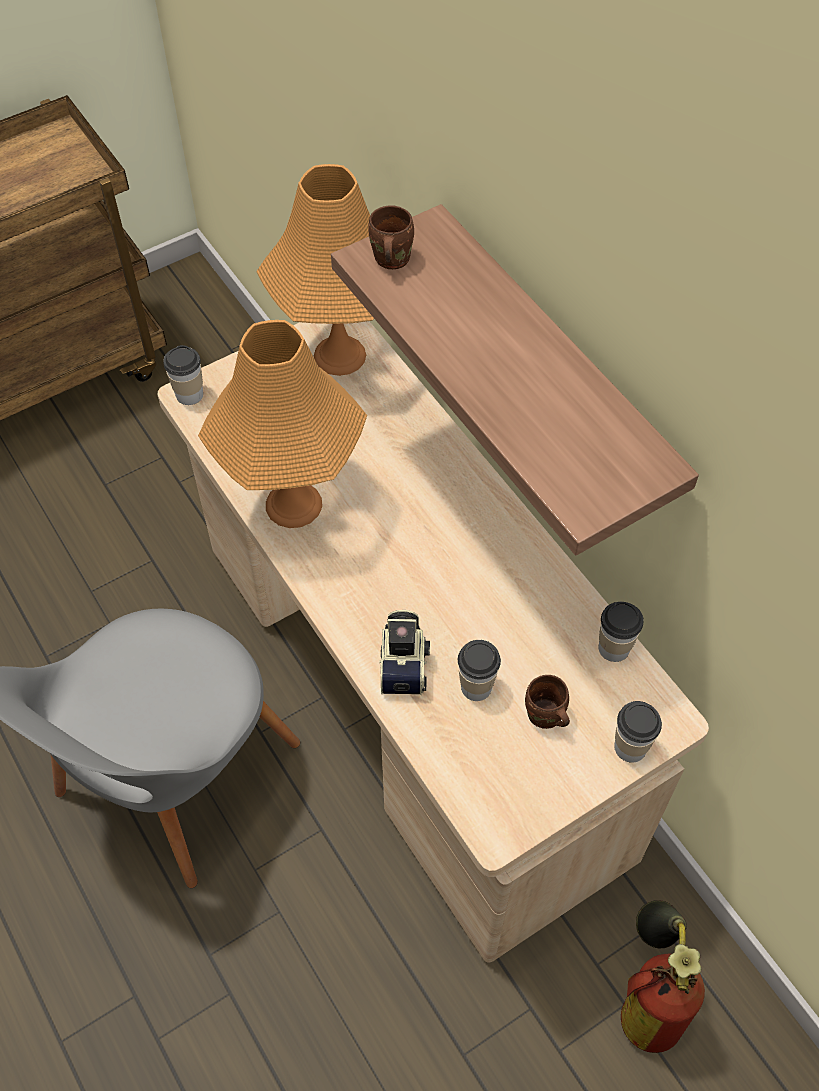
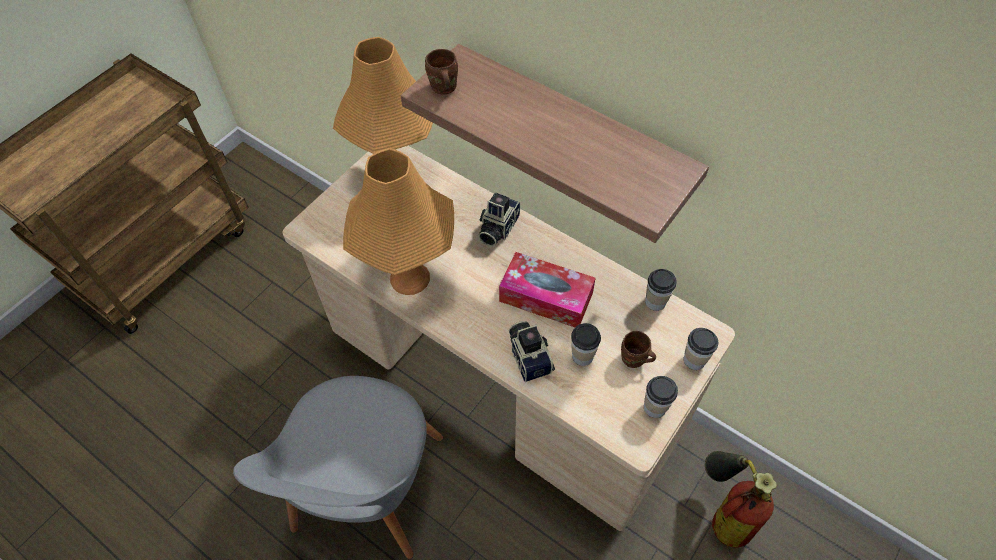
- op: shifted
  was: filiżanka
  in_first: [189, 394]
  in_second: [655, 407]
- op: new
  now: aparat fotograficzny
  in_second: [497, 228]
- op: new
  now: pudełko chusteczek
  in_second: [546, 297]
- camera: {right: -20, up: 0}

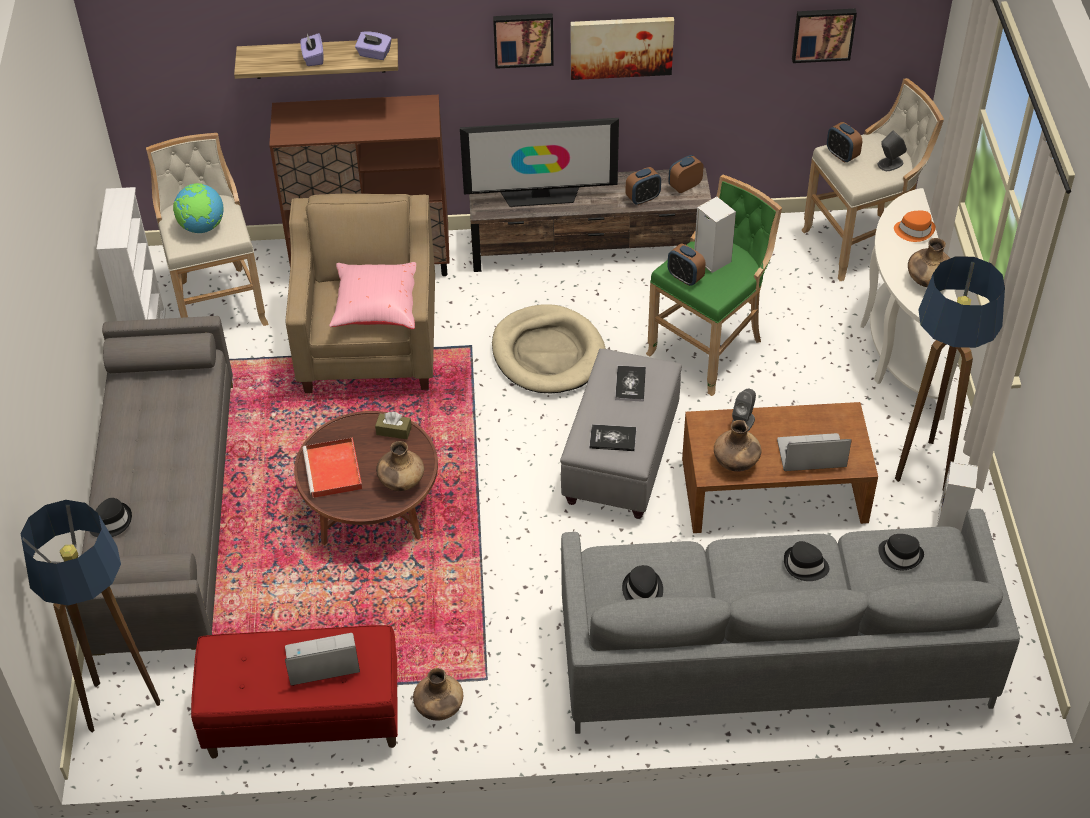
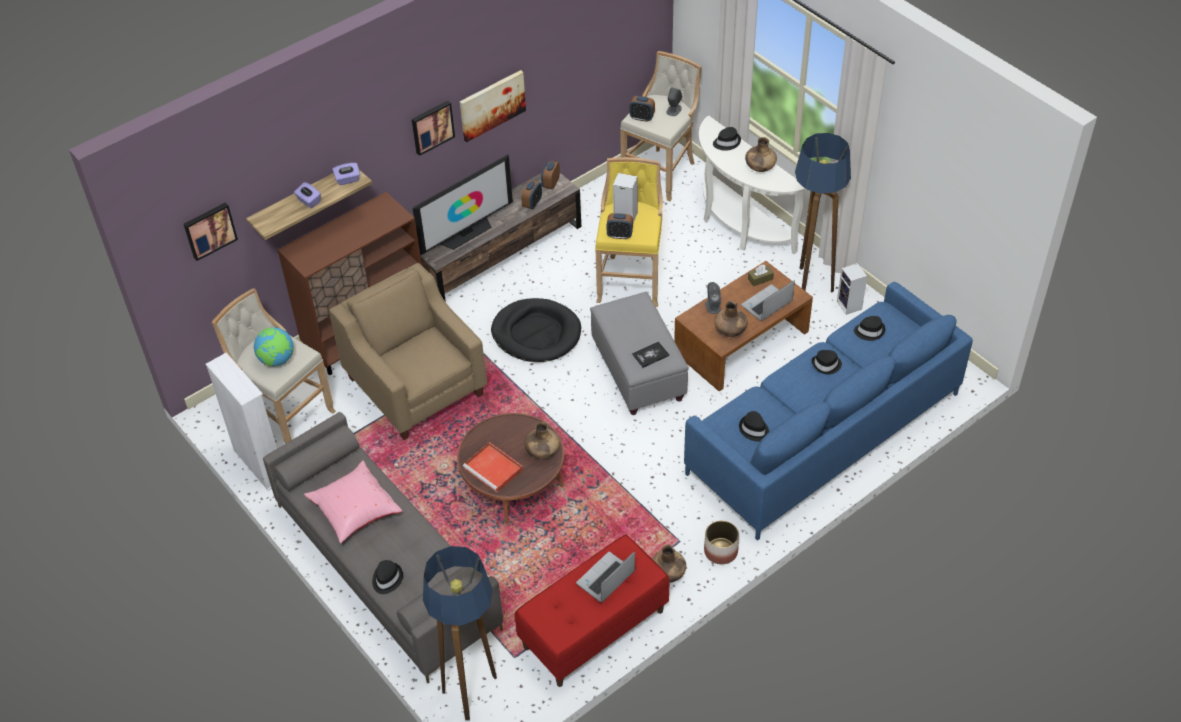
- op: shifted
  was: obraz
  in_first: [823, 33]
  in_second: [209, 230]
- op: repainted
  was: stołek/zielony
  now: stołek/żółty
  in_first: [710, 348]
  in_second: [630, 279]
- op: repainted
  was: kapelusz/pomarańczowy
  now: kapelusz/czarny
  in_first: [914, 230]
  in_second: [726, 142]
- op: shifted
  was: poduszka/różowy
  in_first: [376, 307]
  in_second: [354, 511]
- op: repainted
  was: legowisko/beżowy
  now: legowisko/czarny
  in_first: [548, 353]
  in_second: [536, 333]
- op: gone
  was: książka
  in_first: [630, 384]
- op: shifted
  was: pudełko chusteczek/brązowy
  in_first: [394, 431]
  in_second: [760, 279]
- op: repainted
  was: kanapa/szary
  now: kanapa/niebieski
  in_first: [773, 655]
  in_second: [823, 433]
- op: new
  now: donica
  in_second: [720, 551]
- camera: {right: -35, up: 0}

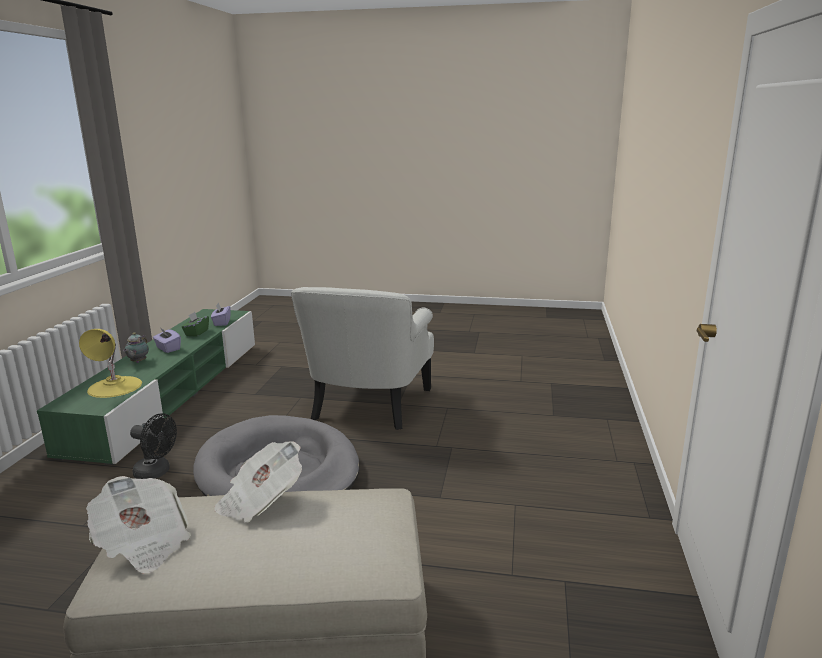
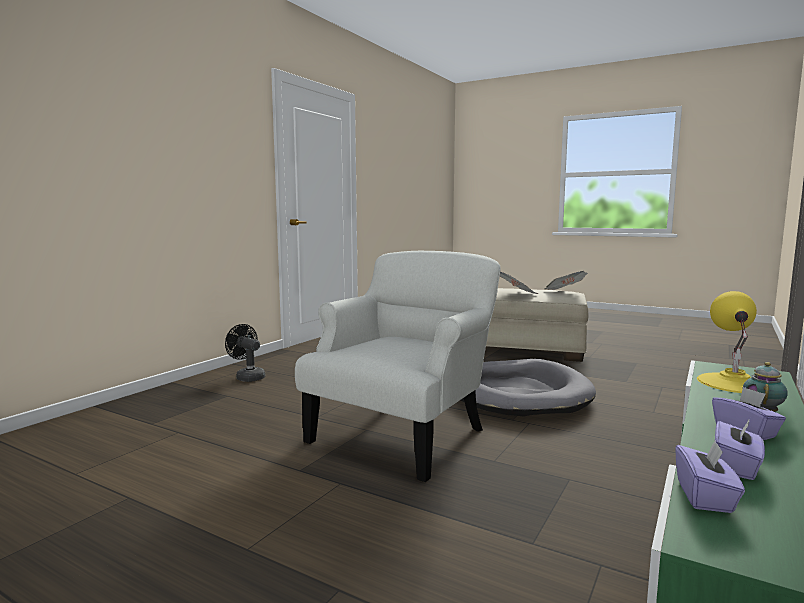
- op: repainted
  was: pudełko chusteczek/zielony
  now: pudełko chusteczek/fioletowy
  in_first: [196, 333]
  in_second: [736, 467]
- op: shifted
  was: wentylator/czarny
  in_first: [157, 472]
  in_second: [247, 377]
- camera: {right: -160, up: -10}

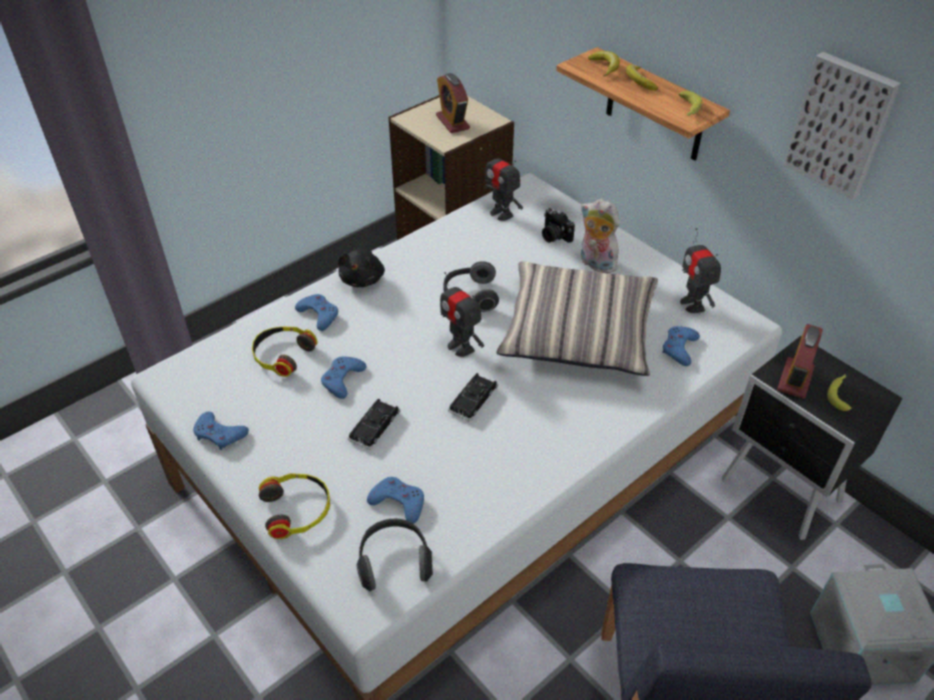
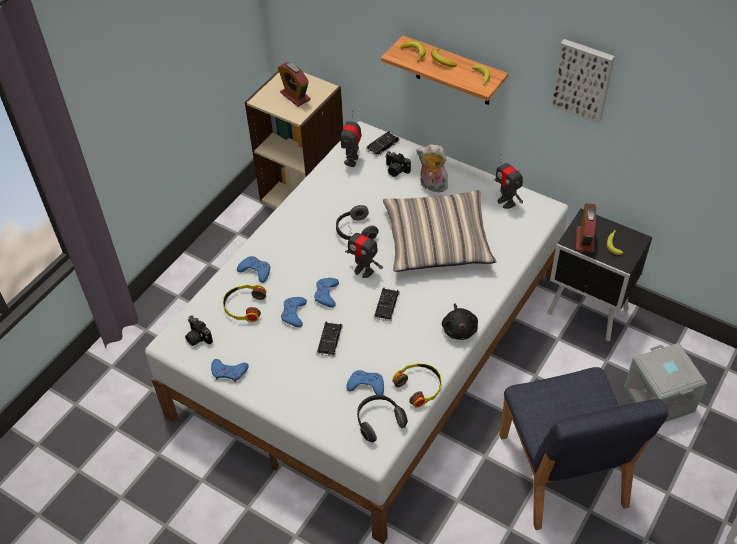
- op: rotated
  was: robot zabawkowy
  in_first: [501, 213]
  in_second: [352, 160]
  clockwise: 75
- op: shifted
  was: pluszak/czarny
  in_first: [363, 279]
  in_second: [459, 329]
- op: shifted
  was: pad do gier/niebieski
  in_first: [679, 348]
  in_second: [326, 294]
- op: shifted
  was: słuchawki
  in_first: [297, 509]
  in_second: [419, 386]
- op: new
  now: samochodzik/czarny
  in_second: [383, 146]
- op: new
  now: aparat fotograficzny
  in_second: [197, 338]
- camera: {right: -15, up: 5}

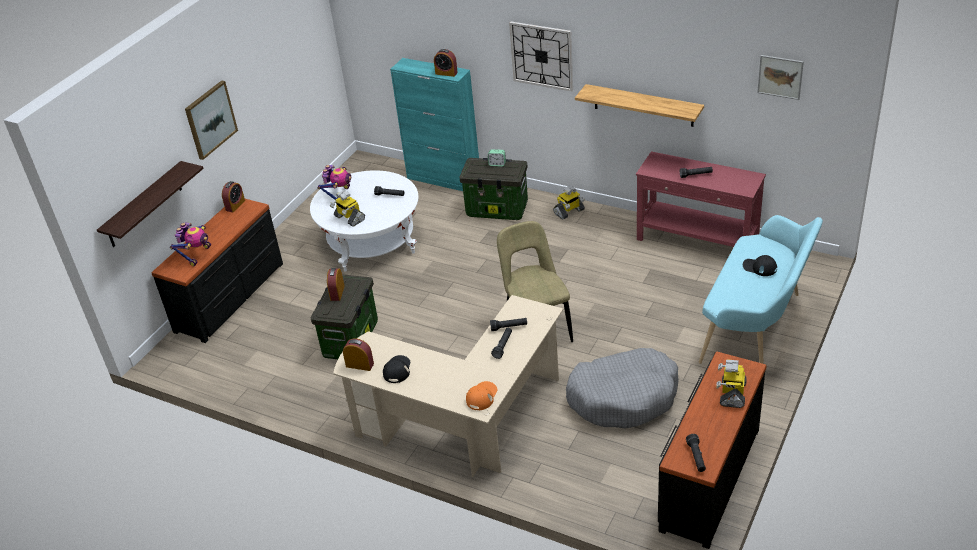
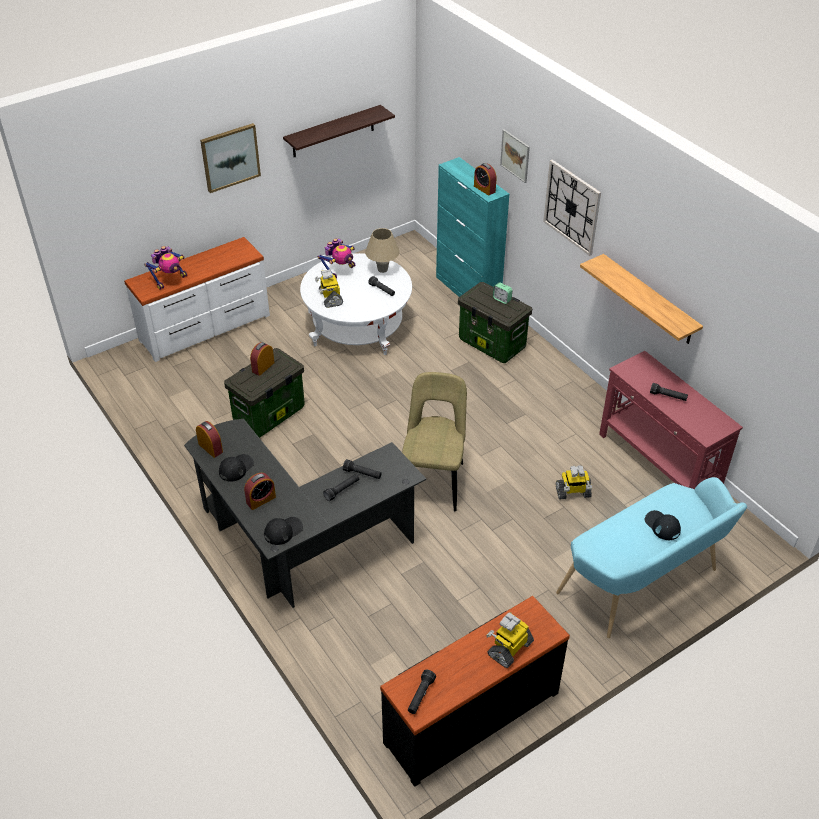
- op: shifted
  was: obraz
  in_first: [780, 77]
  in_second: [515, 155]
- op: shifted
  was: półka
  in_first: [144, 205]
  in_second: [333, 131]
- op: shifted
  was: budzik
  in_first: [235, 205]
  in_second: [261, 500]
- op: shifted
  was: robot zabawkowy
  in_first: [569, 212]
  in_second: [572, 492]
- op: repainted
  was: komoda/czarny
  now: komoda/biały
  in_first: [231, 297]
  in_second: [205, 328]
- op: repainted
  was: biurko/beżowy
  now: biurko/czarny
  in_first: [463, 425]
  in_second: [297, 544]
- op: gone
  was: legowisko/szary
  in_first: [623, 397]
- op: repainted
  was: czapka z daszkiem/pomarańczowy
  now: czapka z daszkiem/czarny
  in_first: [481, 396]
  in_second: [283, 531]
- op: new
  now: lampa stołowa/beżowy
  in_second: [382, 269]
- camera: {right: 25, up: 5}

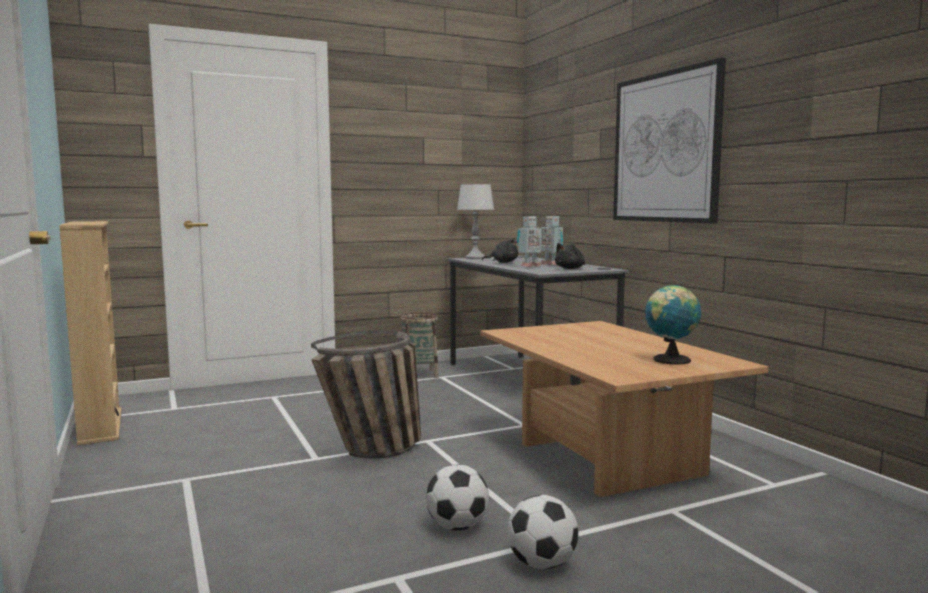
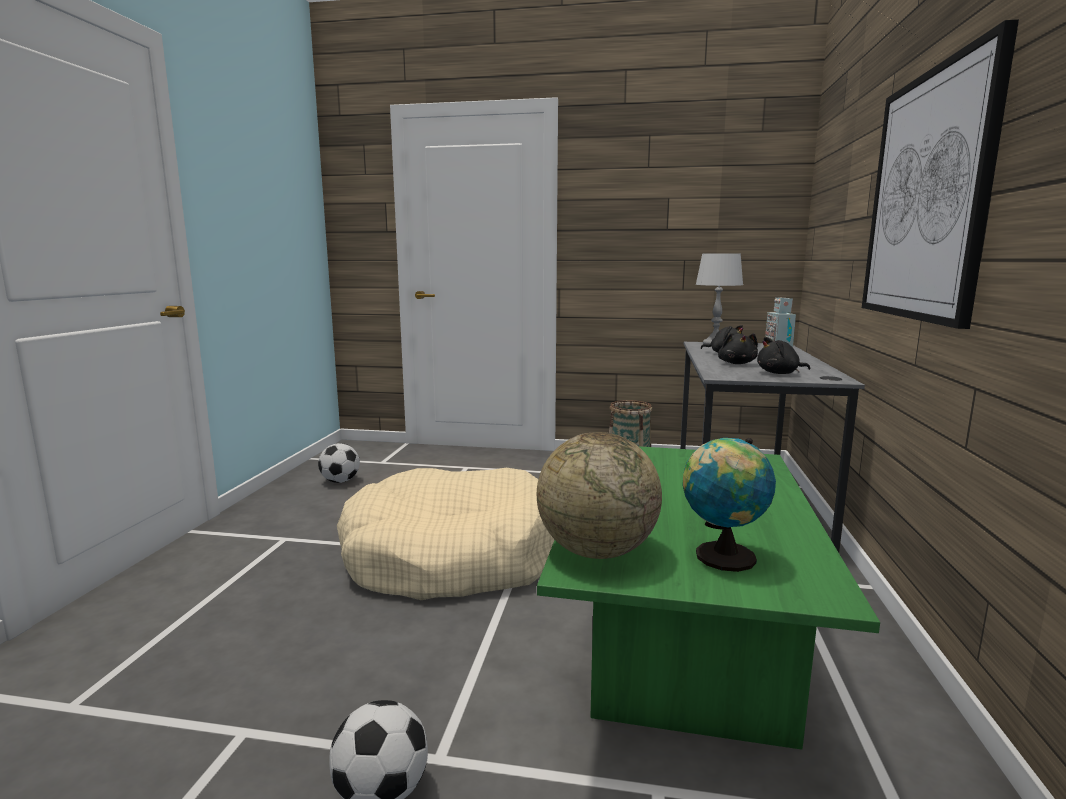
- op: swapped
  was: robot zabawkowy
  now: pluszak/czarny
  in_first: [529, 266]
  in_second: [737, 363]
- op: gone
  was: regał/beżowy
  in_first: [100, 426]
- op: repainted
  was: ława/brązowy
  now: ława/zielony
  in_first: [603, 458]
  in_second: [679, 655]
- op: swapped
  was: koszyk
  now: legowisko/beżowy
  in_first: [374, 452]
  in_second: [452, 557]
- op: shifted
  was: piłka futbolowa
  in_first: [457, 526]
  in_second: [340, 481]
- op: new
  now: globus
  in_second: [596, 551]
- camera: {right: 35, up: 5}

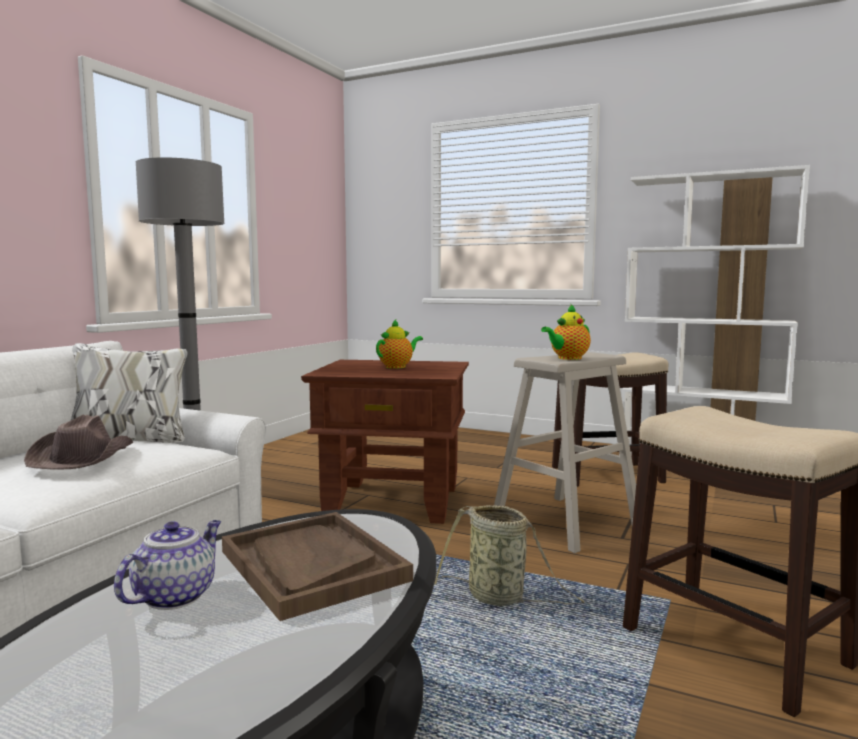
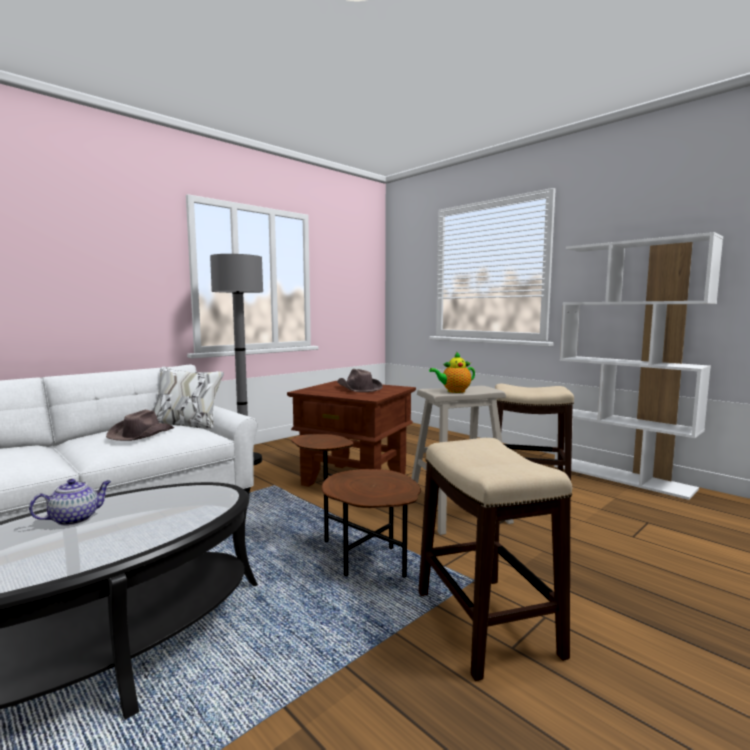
- op: swapped
  was: imbryk
  now: kapelusz/brązowy
  in_first: [397, 367]
  in_second: [358, 389]
- op: swapped
  was: koszyk
  now: stolik/brązowy
  in_first: [500, 598]
  in_second: [357, 556]
- op: gone
  was: taca/brązowy
  in_first: [312, 565]
- camera: {right: 20, up: 0}

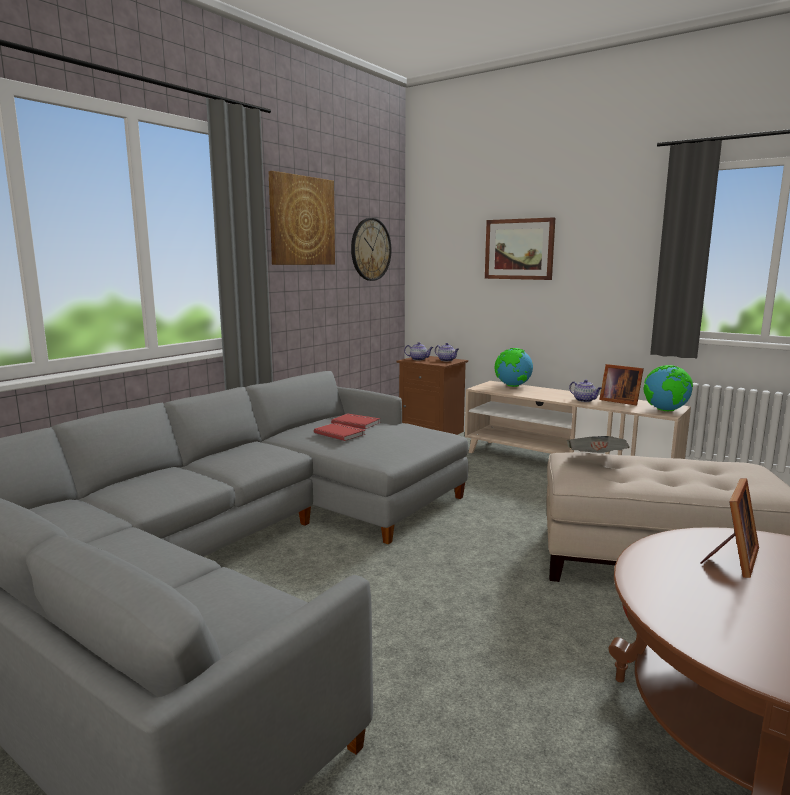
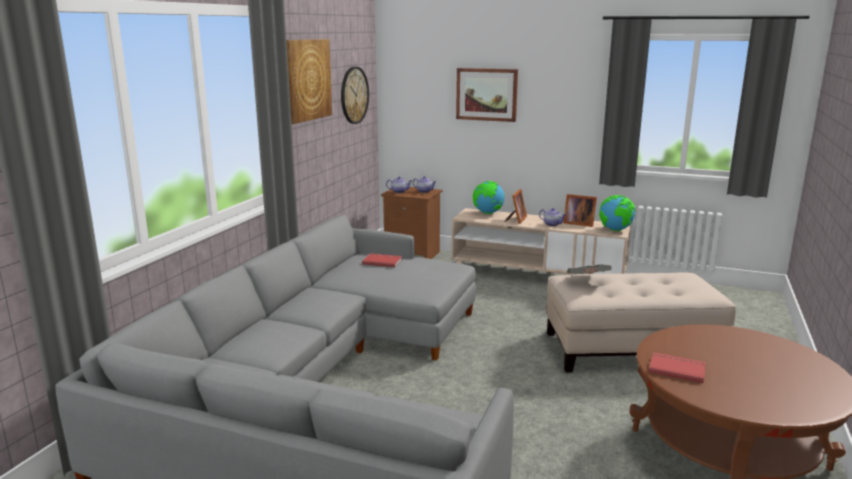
- op: shifted
  was: książka/czerwony
  in_first: [340, 433]
  in_second: [676, 369]
- op: shifted
  was: ramka na zdjęcie
  in_first: [732, 559]
  in_second: [516, 220]
- camera: {right: -15, up: 5}

